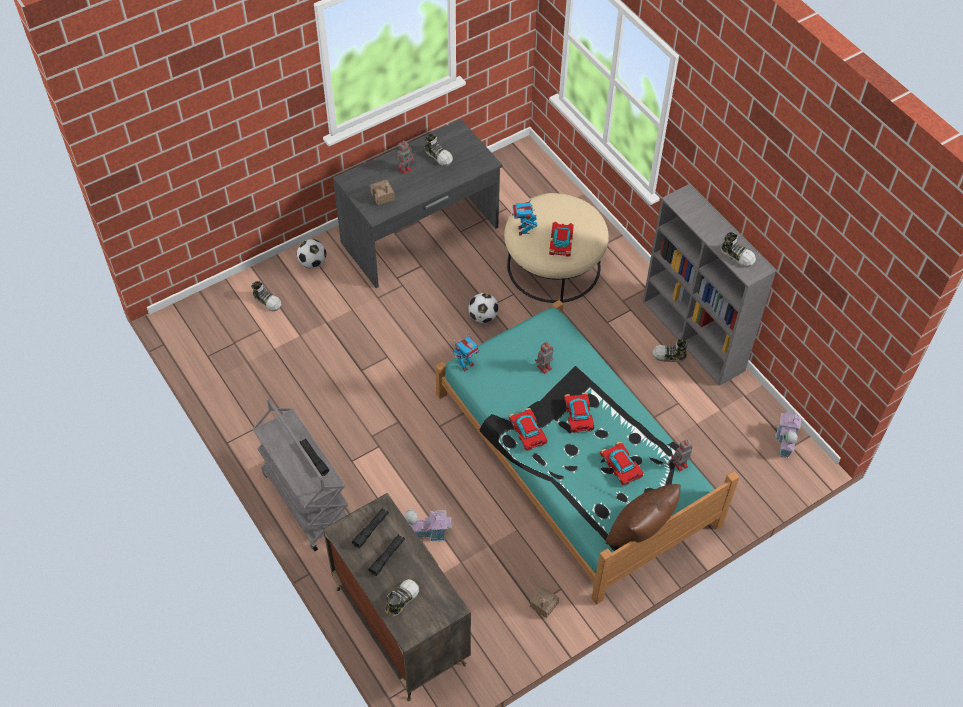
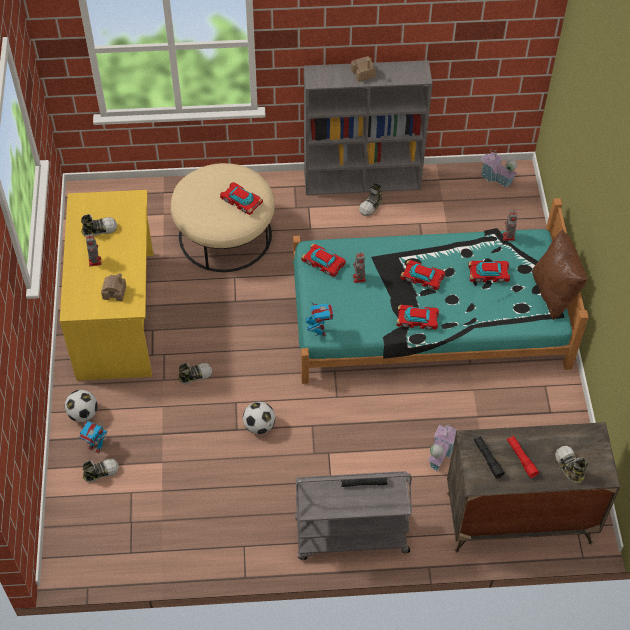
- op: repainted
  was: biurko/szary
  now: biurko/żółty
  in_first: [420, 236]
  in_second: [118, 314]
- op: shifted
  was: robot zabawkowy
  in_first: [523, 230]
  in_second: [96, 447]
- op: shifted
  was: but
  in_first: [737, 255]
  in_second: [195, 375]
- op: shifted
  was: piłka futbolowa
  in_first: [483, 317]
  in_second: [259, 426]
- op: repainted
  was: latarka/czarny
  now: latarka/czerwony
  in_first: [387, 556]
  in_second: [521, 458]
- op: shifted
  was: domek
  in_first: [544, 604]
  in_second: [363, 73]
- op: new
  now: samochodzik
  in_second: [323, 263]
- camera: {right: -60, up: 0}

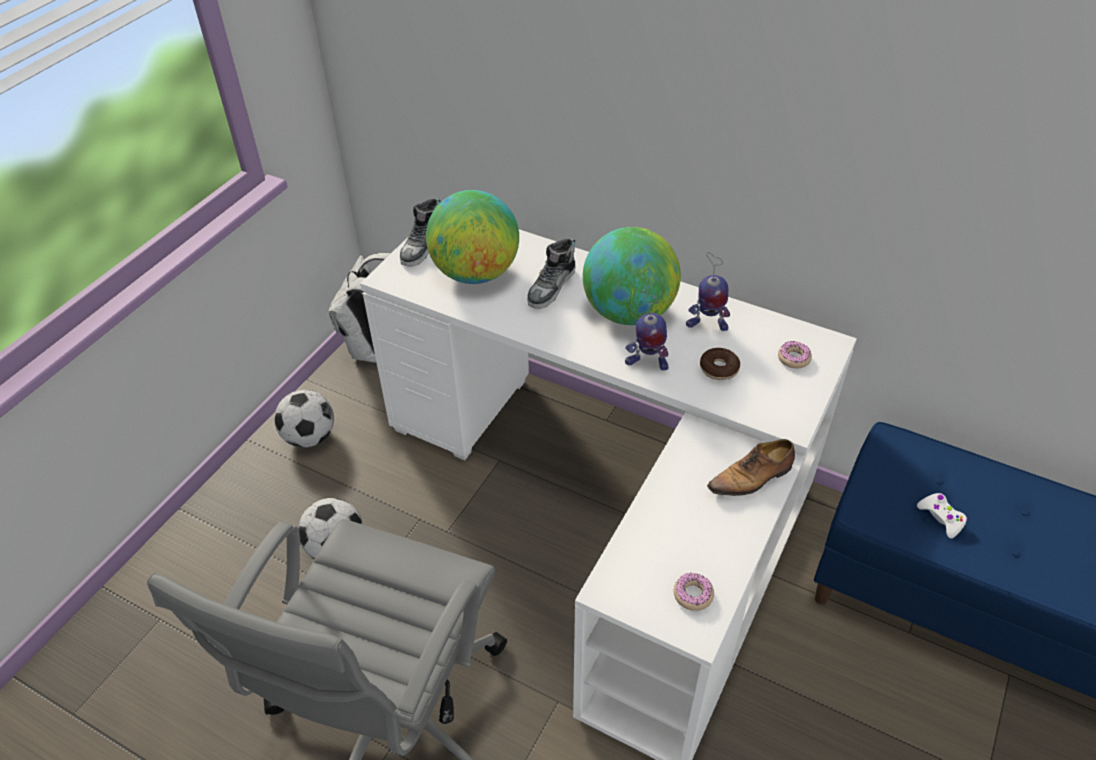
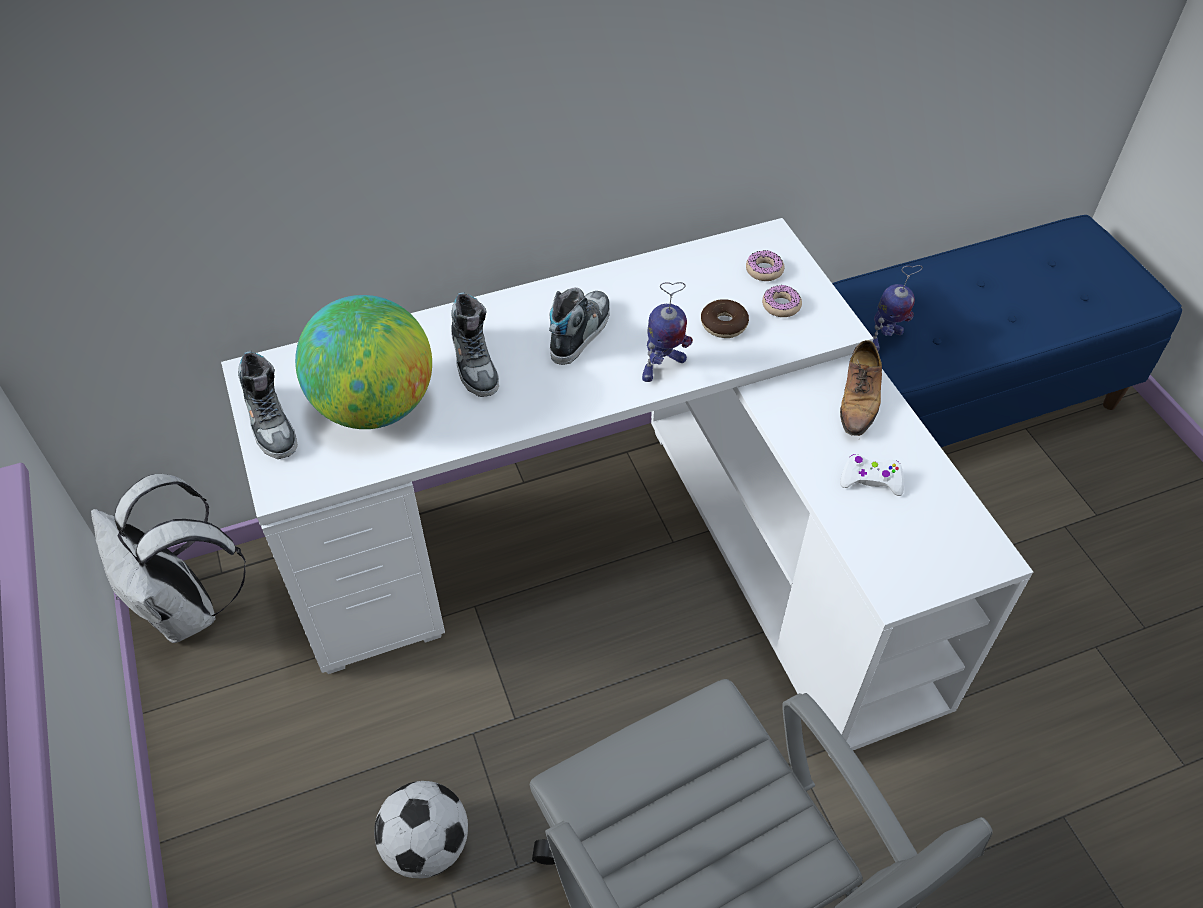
- op: swapped
  was: globus
  now: but
  in_first: [628, 312]
  in_second: [580, 332]
- op: shifted
  was: robot zabawkowy
  in_first: [706, 325]
  in_second: [884, 339]
- op: gone
  was: piłka futbolowa
  in_first: [310, 437]
- op: shifted
  was: pad do gier/biały
  in_first: [941, 517]
  in_second: [871, 480]
- op: shifted
  was: donut
  in_first: [693, 595]
  in_second: [781, 305]
- camera: {right: -50, up: 5}

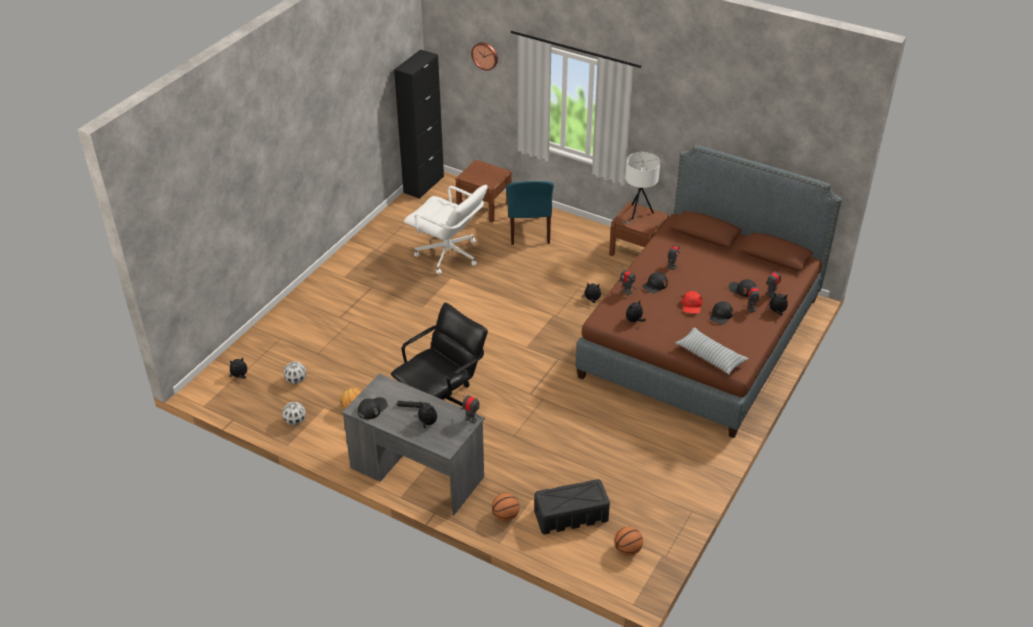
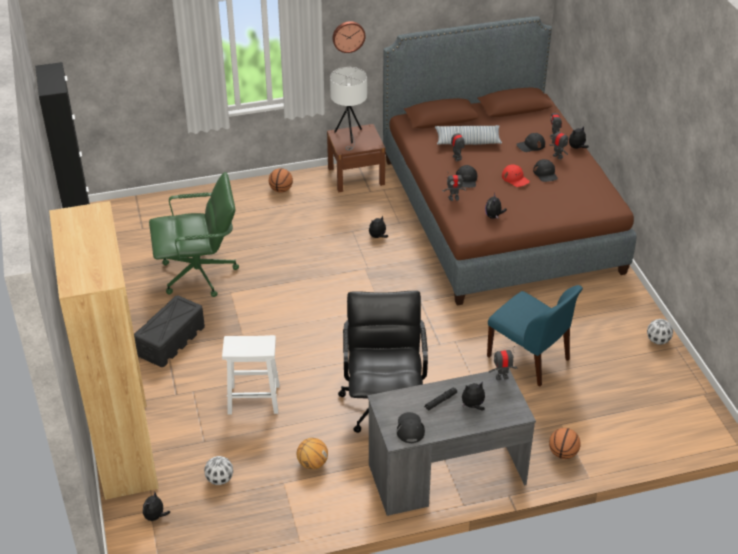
- op: shifted
  was: zegar ścienny
  in_first: [485, 55]
  in_second: [348, 36]
- op: gone
  was: szafka nocna/brązowy
  in_first: [484, 206]
- op: shifted
  was: krzesło/niebieski
  in_first: [528, 230]
  in_second: [530, 359]
- op: repainted
  was: krzesło biurowe/biały
  now: krzesło biurowe/zielony
  in_first: [448, 255]
  in_second: [199, 275]
- op: shifted
  was: poduszka
  in_first: [710, 356]
  in_second: [468, 141]
- op: shifted
  was: piłka futbolowa
  in_first: [295, 421]
  in_second: [657, 340]
- op: shifted
  was: pojemnik do przechowywania/czarny
  in_first: [570, 516]
  in_second: [171, 341]
- op: shifted
  was: piłka do koszykówki
  in_first: [627, 550]
  in_second: [281, 190]
- op: new
  now: regał/brązowy
  in_second: [126, 447]
- op: new
  now: stołek/biały
  in_second: [255, 399]
- camera: {right: -45, up: 0}

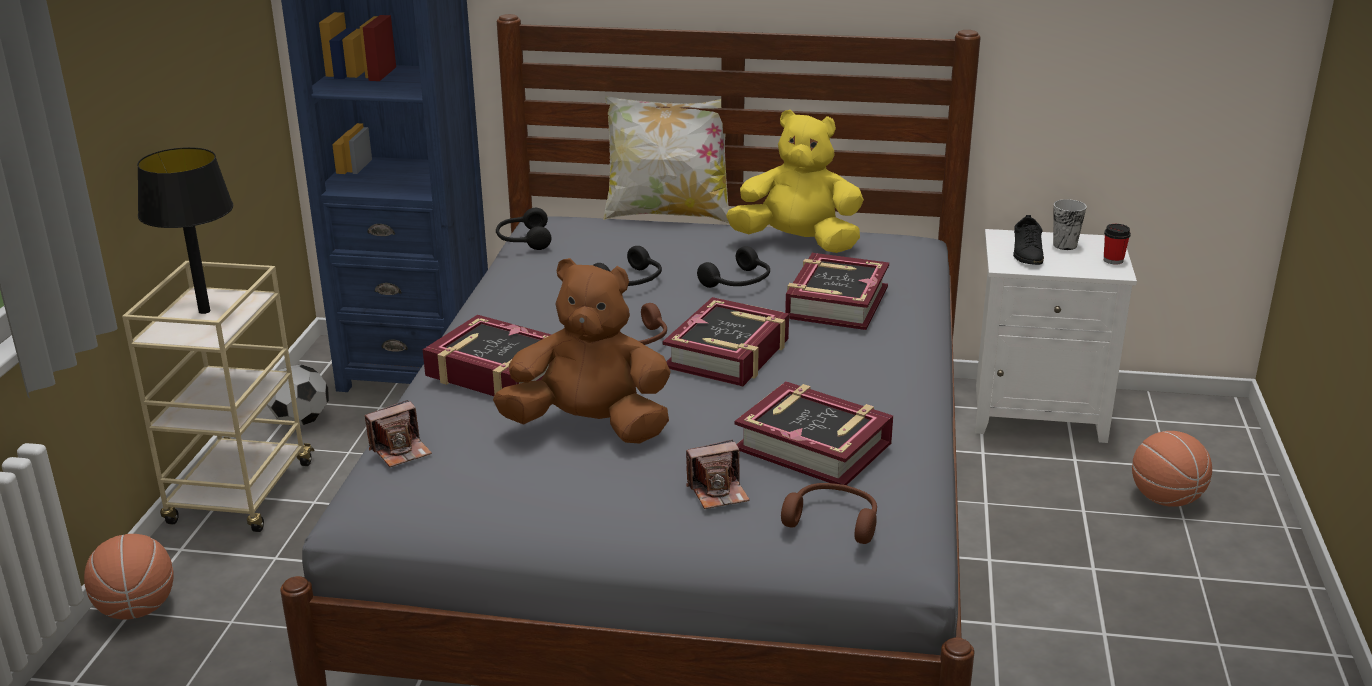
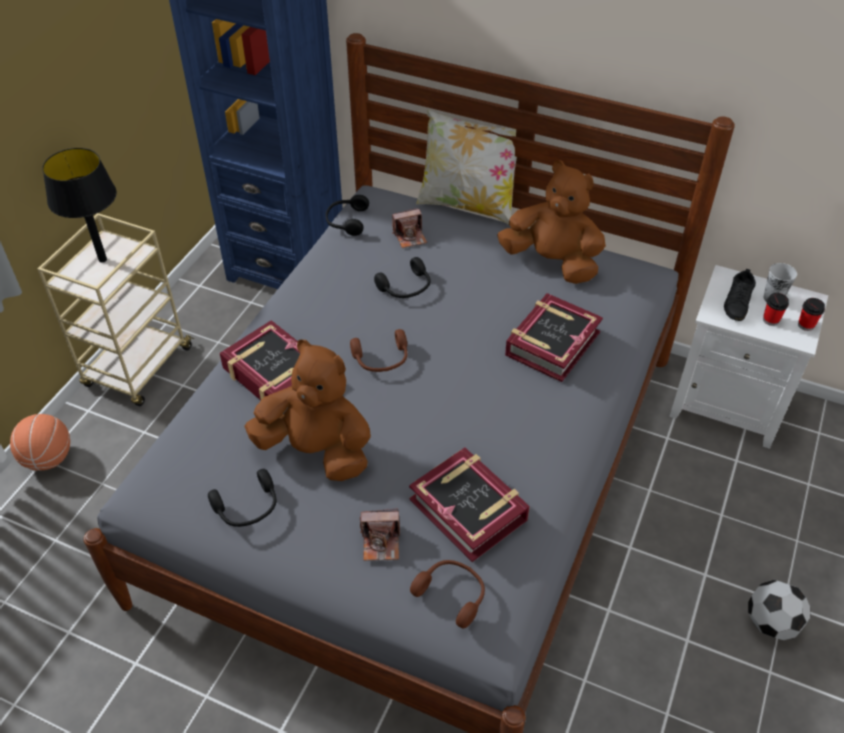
- op: repainted
  was: pluszak/żółty
  now: pluszak/brązowy
  in_first: [797, 243]
  in_second: [552, 262]
- op: shifted
  was: słuchawki/czarny
  in_first: [739, 282]
  in_second: [248, 508]
- op: gone
  was: książka
  in_first: [728, 354]
- op: shifted
  was: piłka futbolowa
  in_first: [301, 421]
  in_second: [770, 623]
- op: shifted
  was: aparat fotograficzny
  in_first: [400, 450]
  in_second: [410, 237]
- op: gone
  was: piłka do koszykówki
  in_first: [1166, 499]
- op: new
  now: filiżanka
  in_second: [770, 320]
- camera: {right: 15, up: 20}

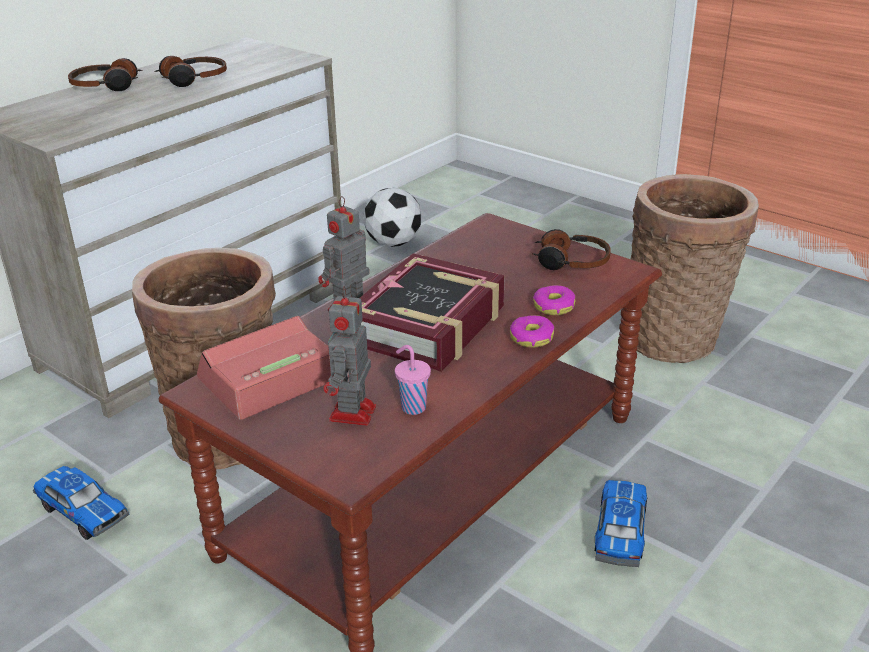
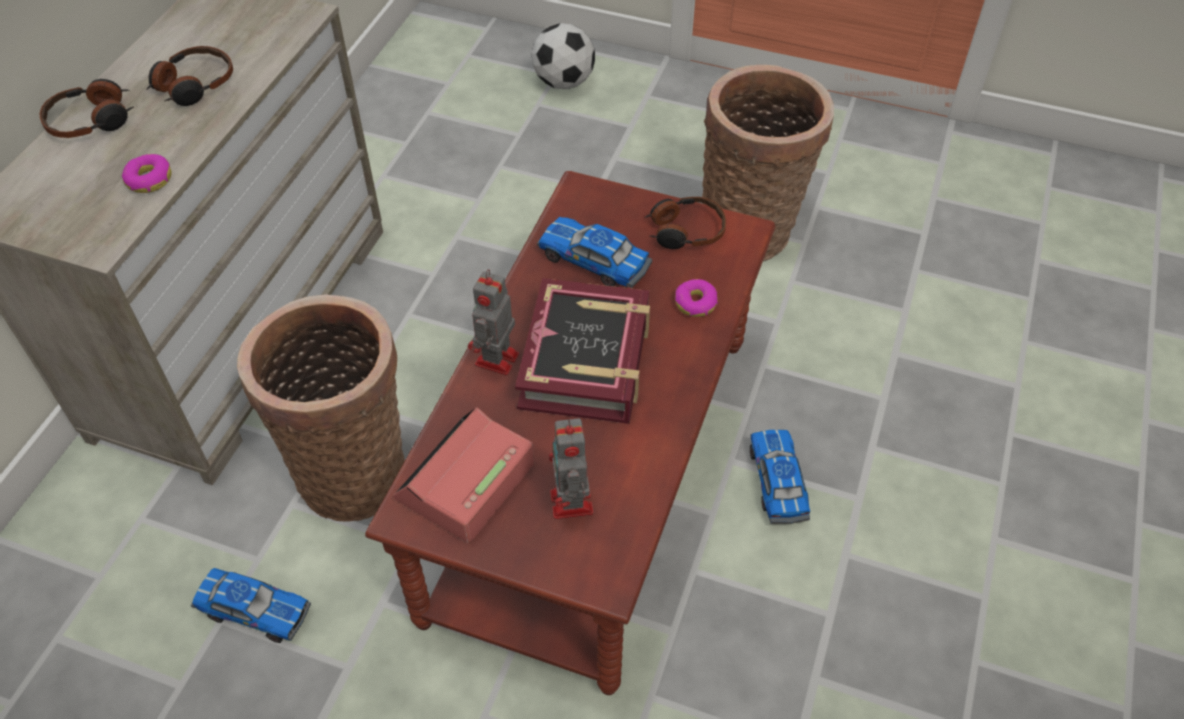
- op: shifted
  was: piłka futbolowa
  in_first: [393, 243]
  in_second: [564, 82]
- op: shifted
  was: donut
  in_first: [531, 338]
  in_second: [149, 180]
- op: gone
  was: filiżanka/różowy
  in_first: [412, 407]
- op: new
  now: samochodzik
  in_second: [594, 261]
- camera: {right: -20, up: 20}

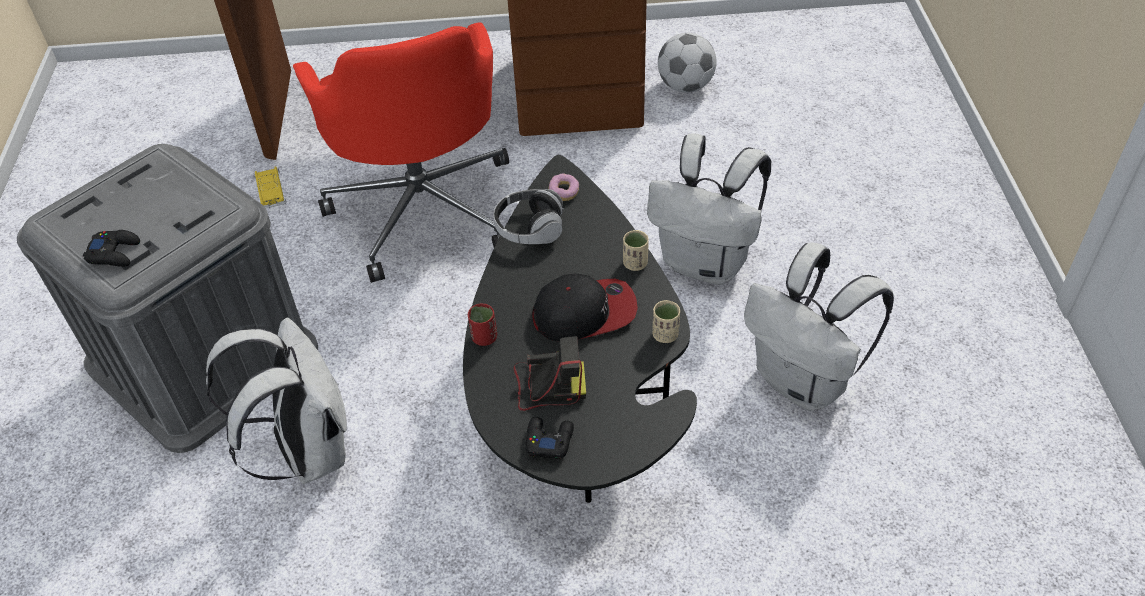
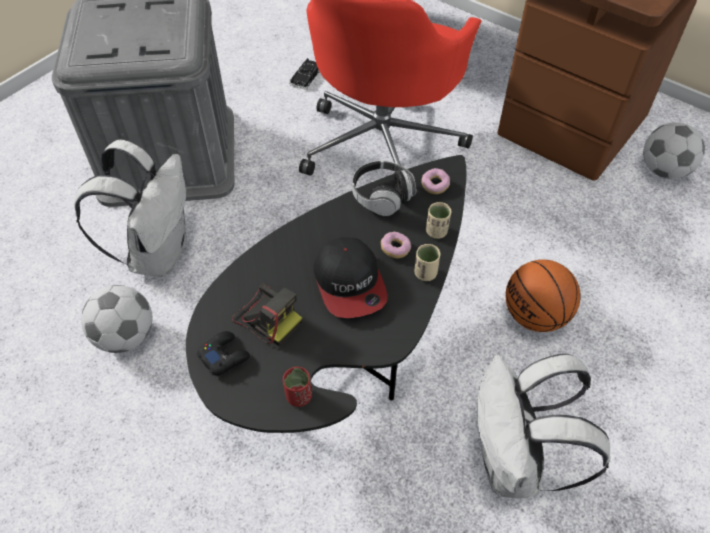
- op: swapped
  was: plecak/biały
  now: piłka do koszykówki
  in_first: [706, 263]
  in_second: [535, 315]
- op: repainted
  was: samochodzik/żółty
  now: samochodzik/czarny
  in_first: [270, 191]
  in_second: [306, 77]
- op: gone
  was: pad do gier/czarny
  in_first: [114, 253]
- op: rotated
  was: czapka z daszkiem
  in_first: [585, 312]
  in_second: [350, 283]
  clockwise: 45
- op: shifted
  was: filiżanka/beżowy
  in_first: [665, 335]
  in_second: [436, 231]
- op: shifted
  was: filiżanka/czerwony
  in_first: [484, 337]
  in_second: [299, 396]
- op: new
  now: donut
  in_second: [395, 249]
- op: new
  now: piłka futbolowa
  in_second: [125, 336]
- camera: {right: 40, up: 5}

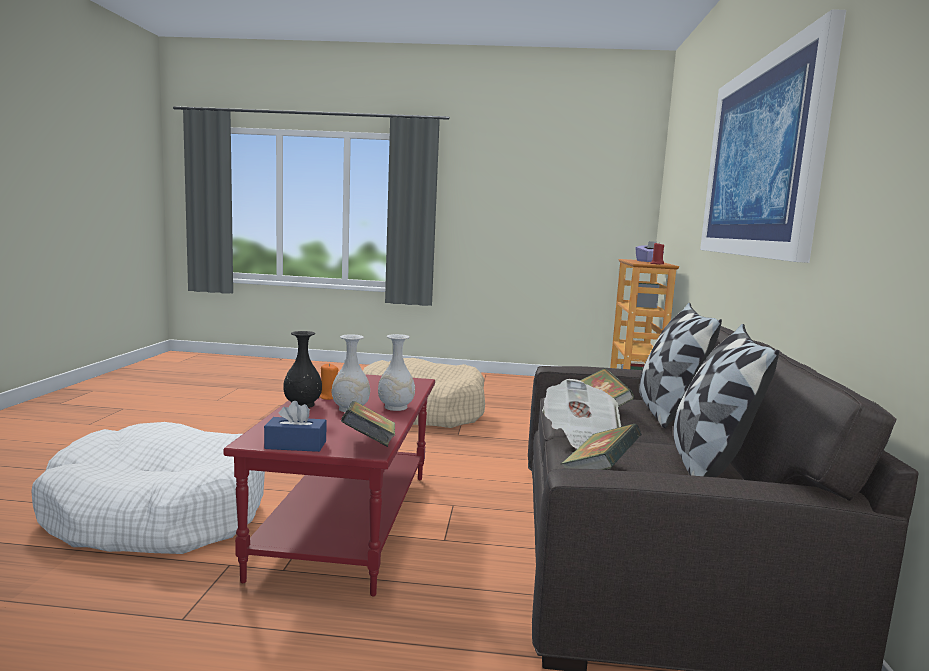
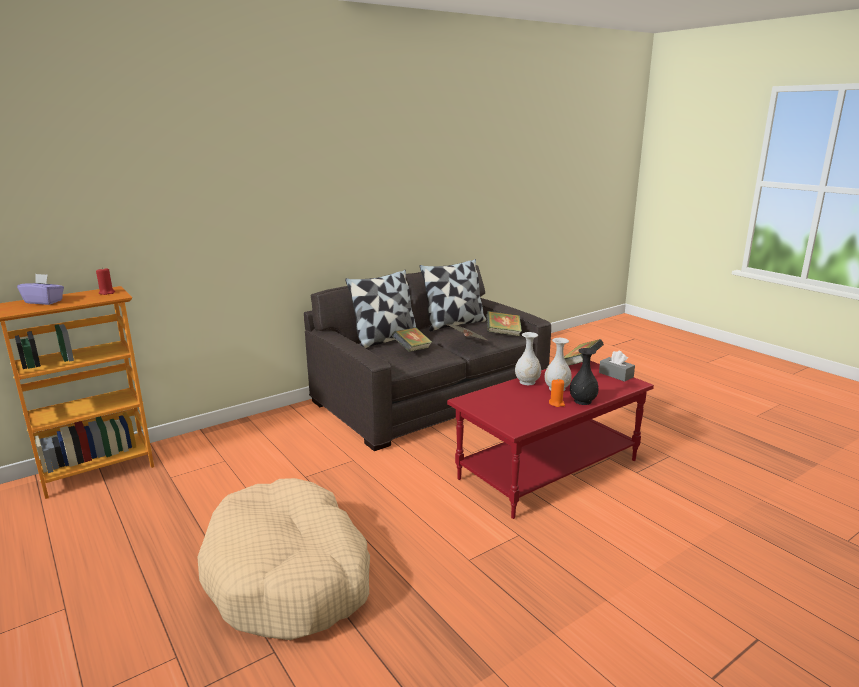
- op: gone
  was: obraz
  in_first: [760, 159]
- op: repainted
  was: pudełko chusteczek/niebieski
  now: pudełko chusteczek/szary
  in_first: [295, 445]
  in_second: [616, 375]
- op: gone
  was: legowisko/biały
  in_first: [158, 513]
- camera: {right: -130, up: 10}

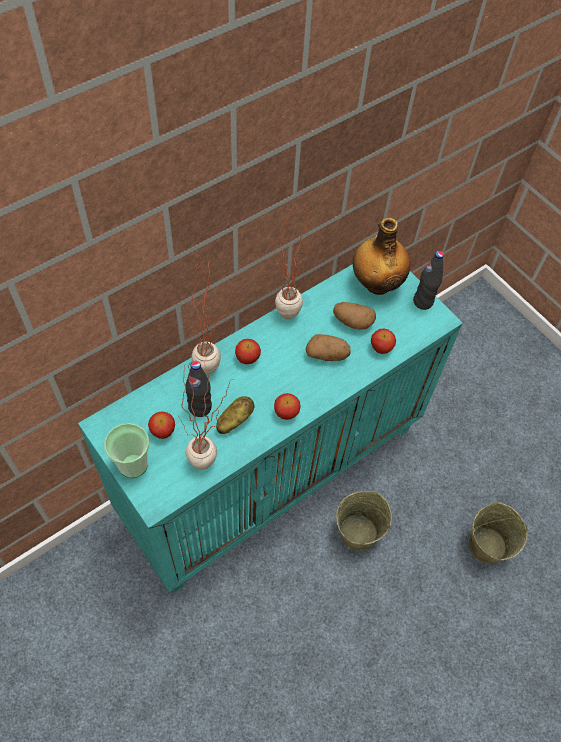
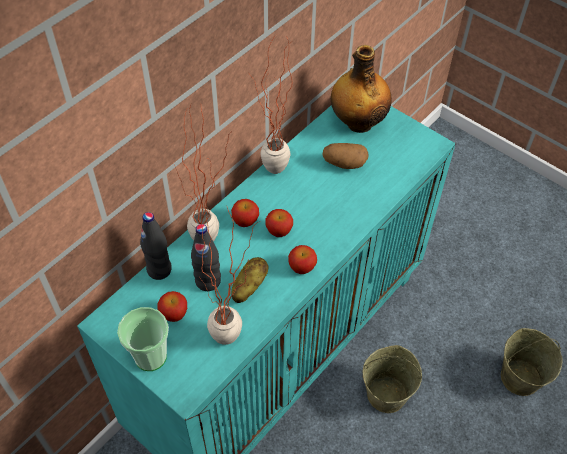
- op: shifted
  was: butelka/czarny
  in_first: [423, 302]
  in_second: [159, 270]
- op: shifted
  was: jabłko
  in_first: [381, 348]
  in_second: [279, 231]
- op: gone
  was: ziemniak
  in_first: [327, 355]
- camera: {right: -10, up: -5}

